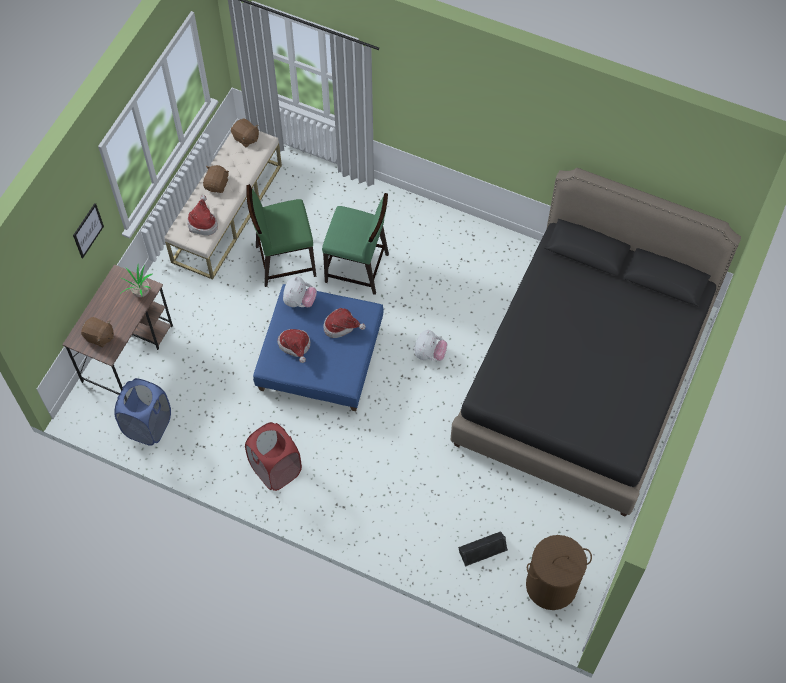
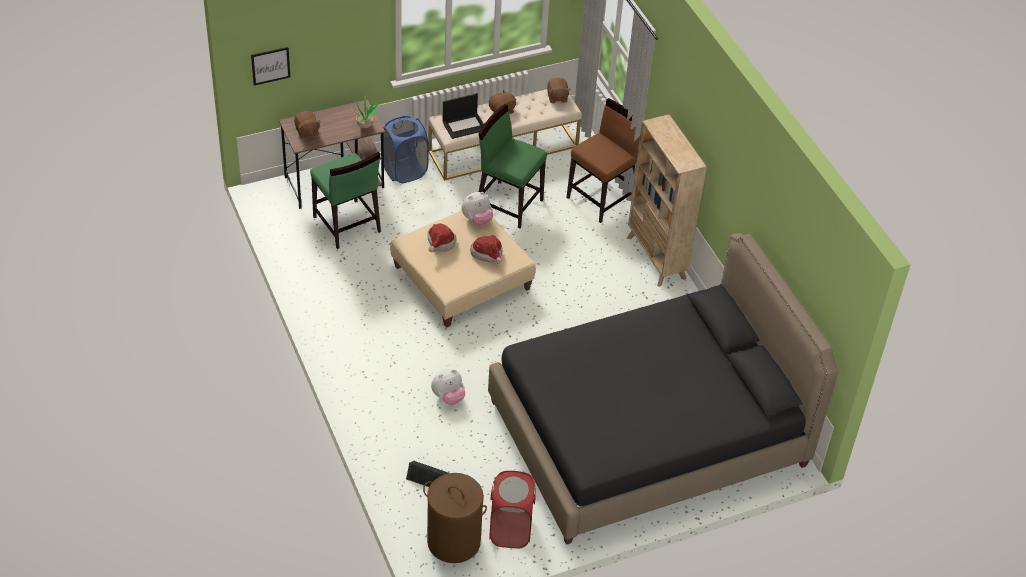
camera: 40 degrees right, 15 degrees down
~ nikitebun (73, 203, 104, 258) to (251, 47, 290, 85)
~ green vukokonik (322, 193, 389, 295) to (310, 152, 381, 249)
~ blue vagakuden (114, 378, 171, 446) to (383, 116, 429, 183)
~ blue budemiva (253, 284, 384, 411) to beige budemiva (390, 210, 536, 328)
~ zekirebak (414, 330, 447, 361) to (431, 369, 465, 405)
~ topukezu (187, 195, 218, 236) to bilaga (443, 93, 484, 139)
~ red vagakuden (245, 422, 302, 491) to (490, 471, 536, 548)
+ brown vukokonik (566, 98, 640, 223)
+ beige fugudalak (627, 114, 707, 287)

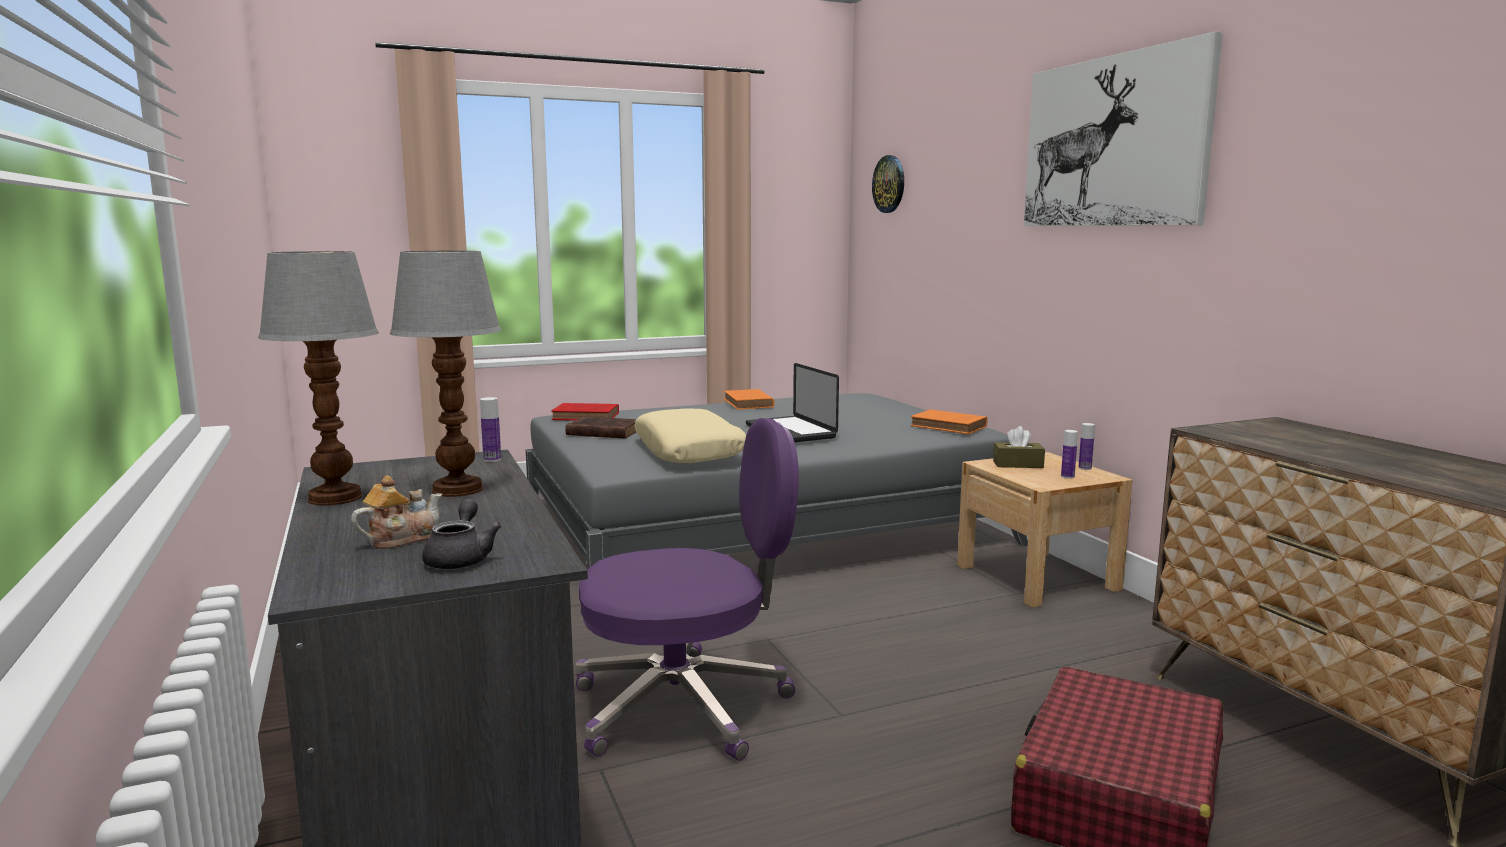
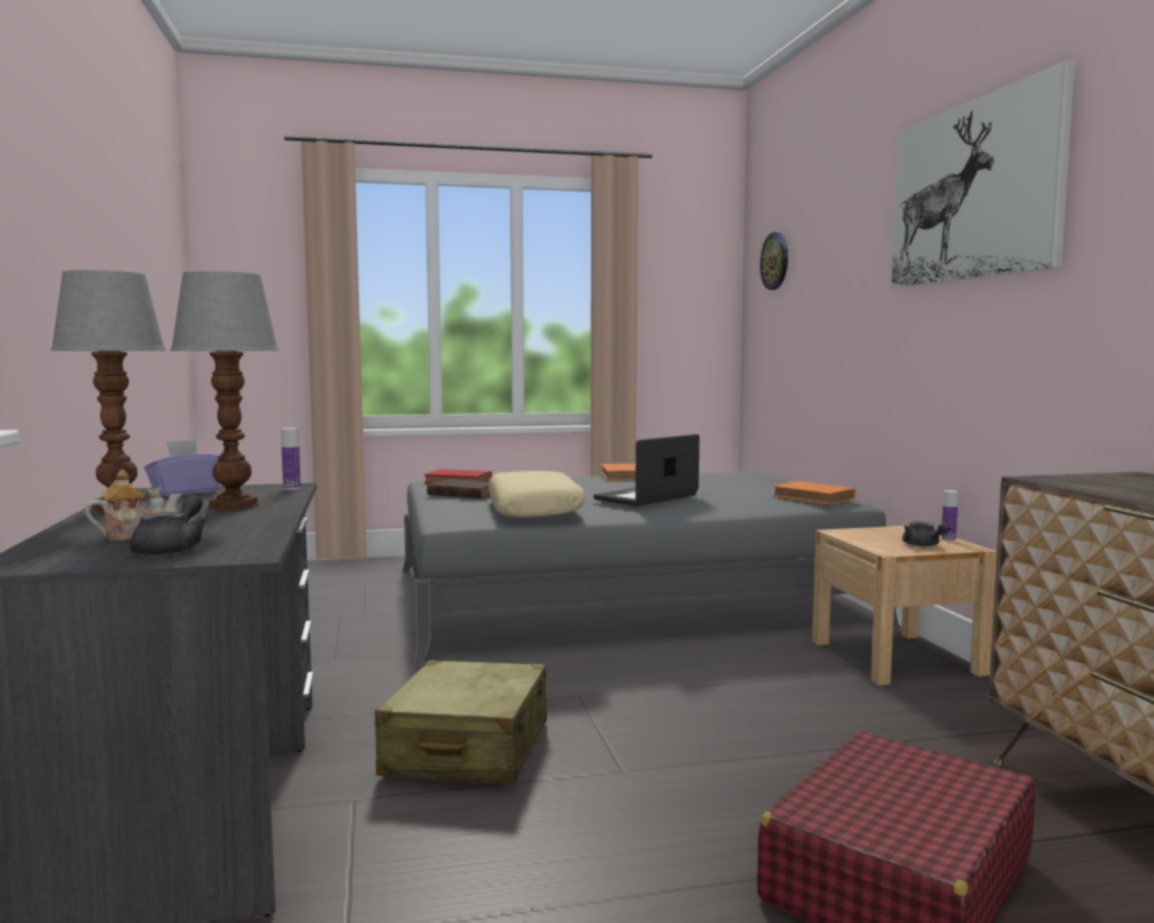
camera: 10 degrees right, 5 degrees down
+ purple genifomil (145, 440, 220, 496)
~ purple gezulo (575, 418, 799, 761) to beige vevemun (375, 660, 547, 784)
~ bilaga (746, 363, 839, 442) = (594, 434, 699, 506) 60 degrees clockwise
~ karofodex (1061, 430, 1078, 478) to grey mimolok (902, 522, 950, 547)
- brown genifomil (993, 426, 1045, 468)

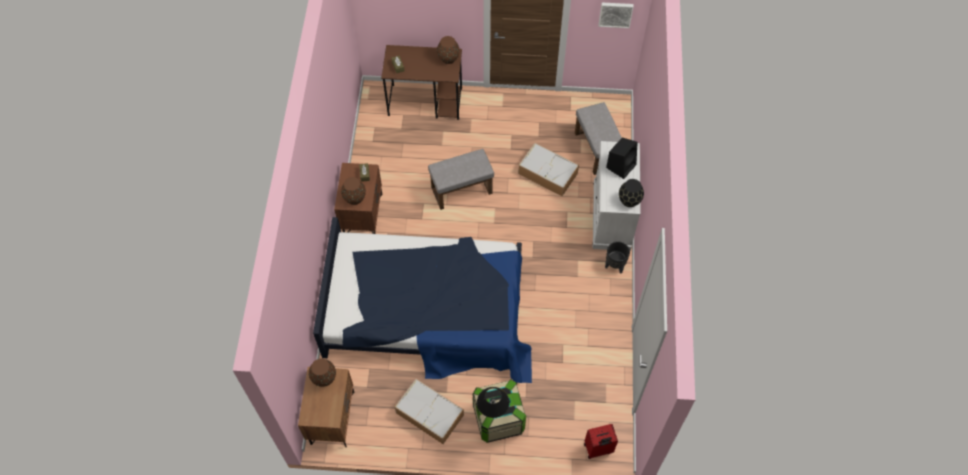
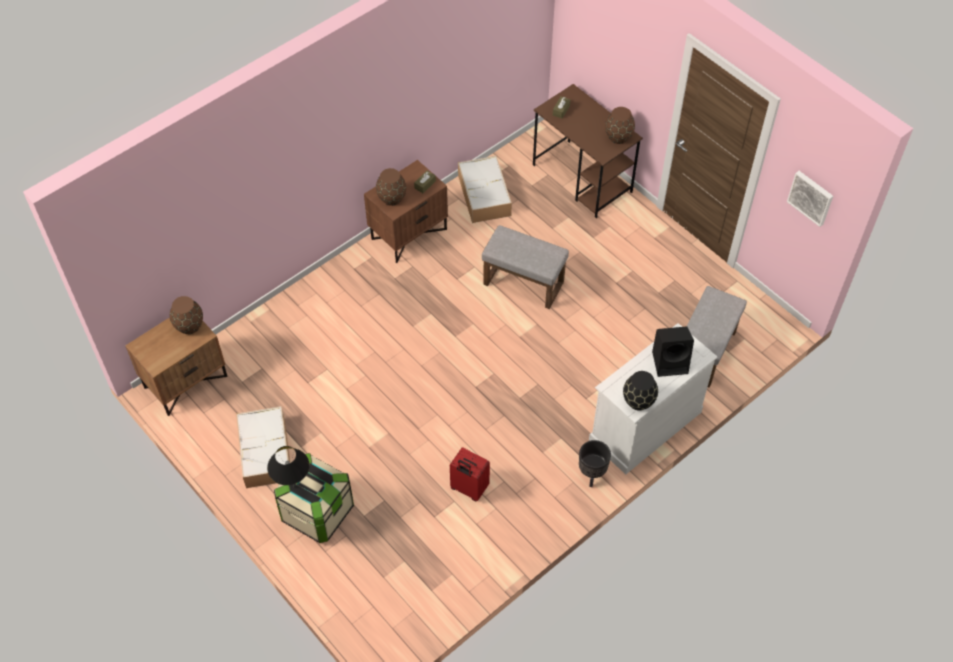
camera: 45 degrees right, 5 degrees down
~ red vevemun (584, 424, 618, 459) to (450, 447, 490, 501)
~ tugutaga (518, 143, 579, 196) to (458, 156, 512, 223)
- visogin (313, 217, 532, 383)

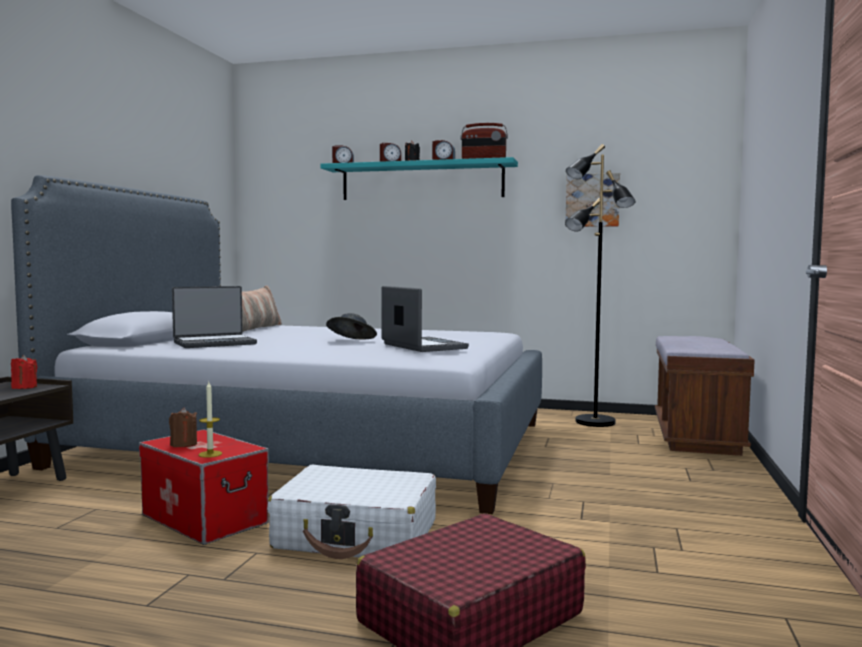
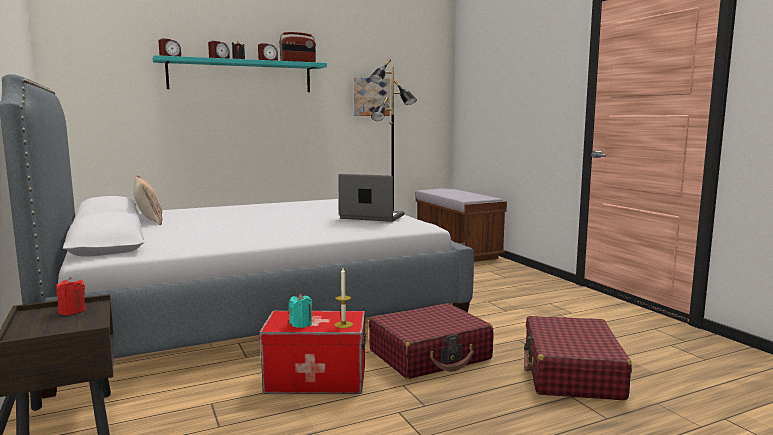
camera: 40 degrees left, 5 degrees up
~ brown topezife (169, 407, 197, 447) to turquoise topezife (289, 293, 312, 328)
~ white vevemun (267, 465, 436, 559) to red vevemun (369, 303, 493, 379)
- bilaga (172, 286, 257, 348)
- grey topukezu (326, 313, 377, 340)

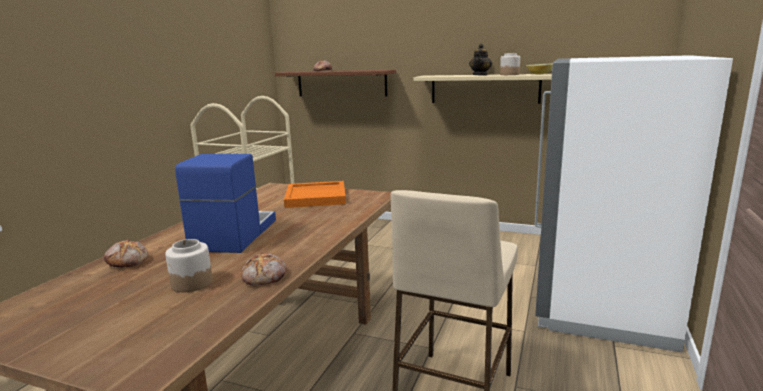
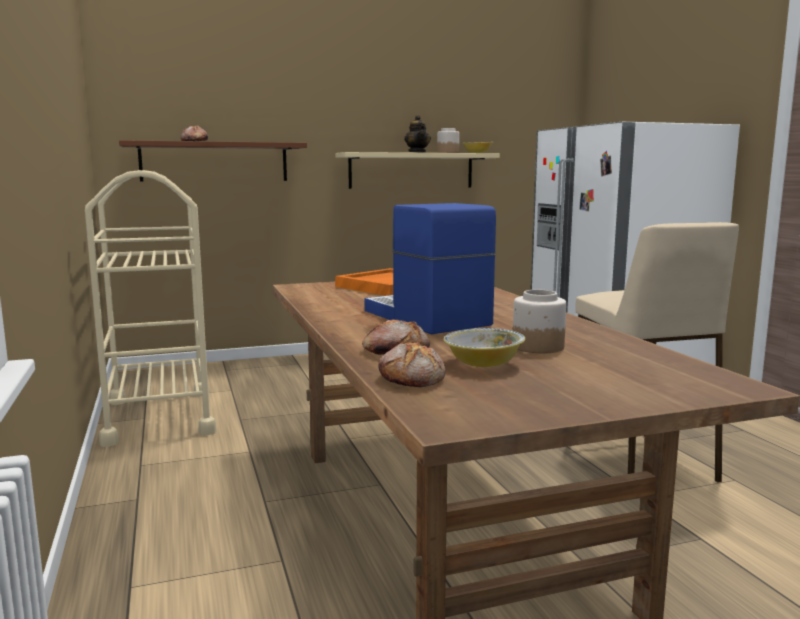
camera: 40 degrees left, 5 degrees down
~ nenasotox (241, 253, 286, 285) to (378, 342, 446, 387)
+ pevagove (444, 328, 525, 367)

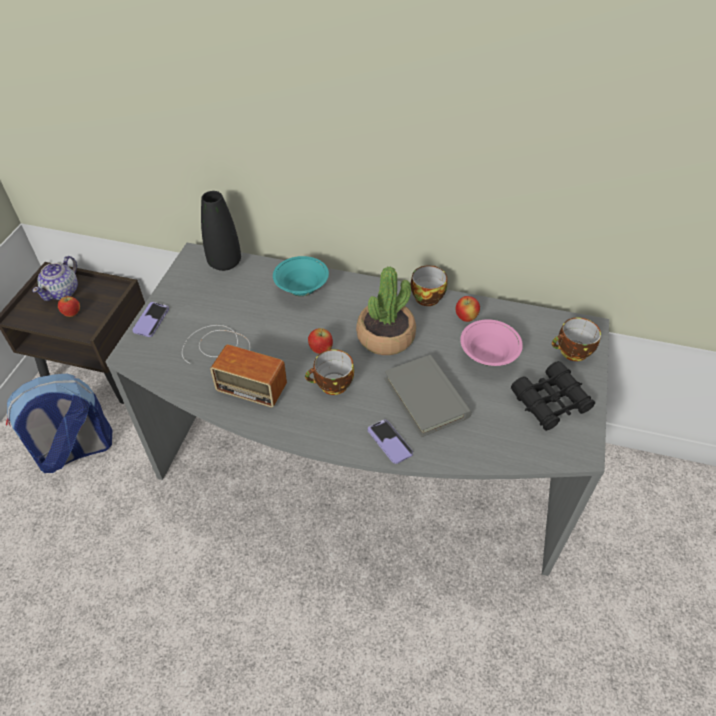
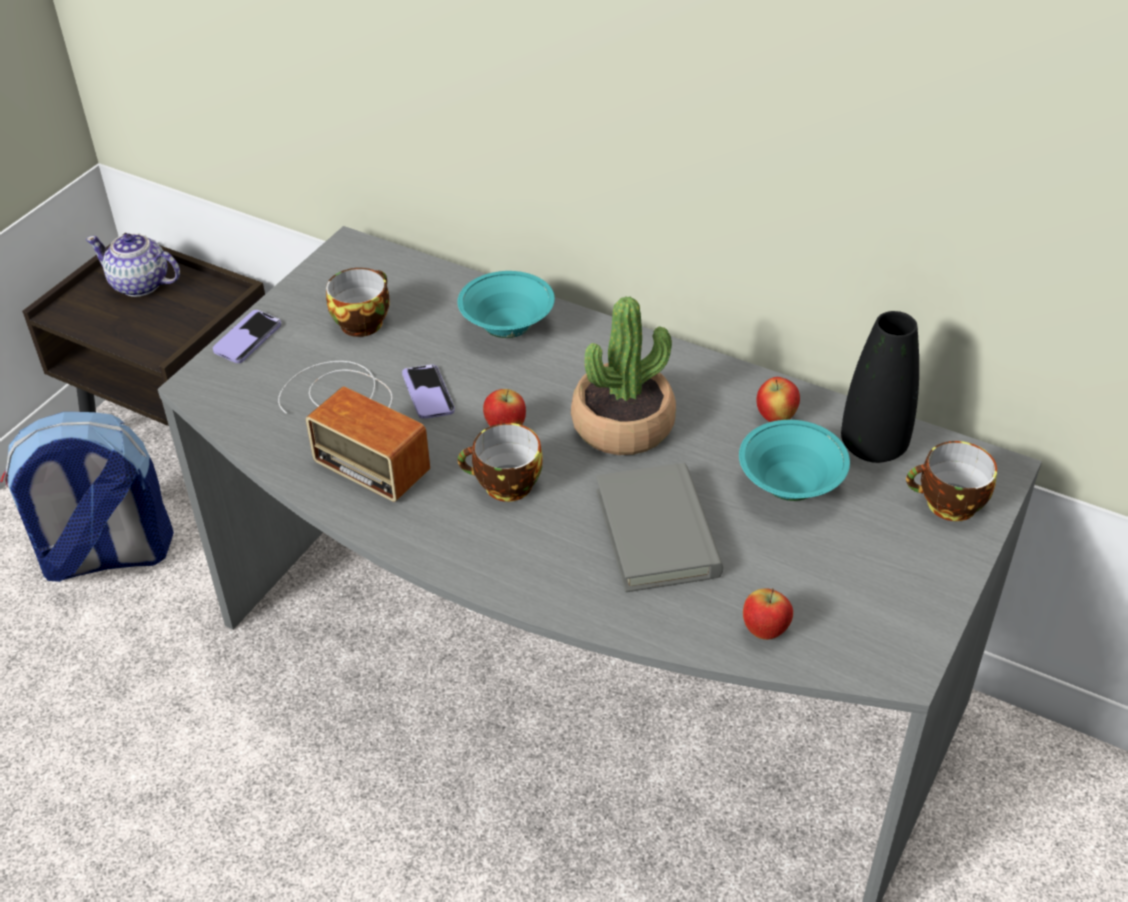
camera: 15 degrees right, 5 degrees down
~ mimolok (33, 256, 78, 301) = (86, 233, 180, 297) 75 degrees clockwise
~ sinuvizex (411, 265, 447, 306) to (326, 268, 390, 337)
~ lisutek (368, 420, 413, 464) to (402, 364, 455, 419)
~ pink pevagove (460, 319, 523, 366) to turquoise pevagove (739, 420, 850, 501)
~ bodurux (58, 295, 80, 317) to (743, 588, 793, 640)
~ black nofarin (201, 191, 241, 271) to (841, 311, 919, 463)
- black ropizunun (511, 361, 595, 431)

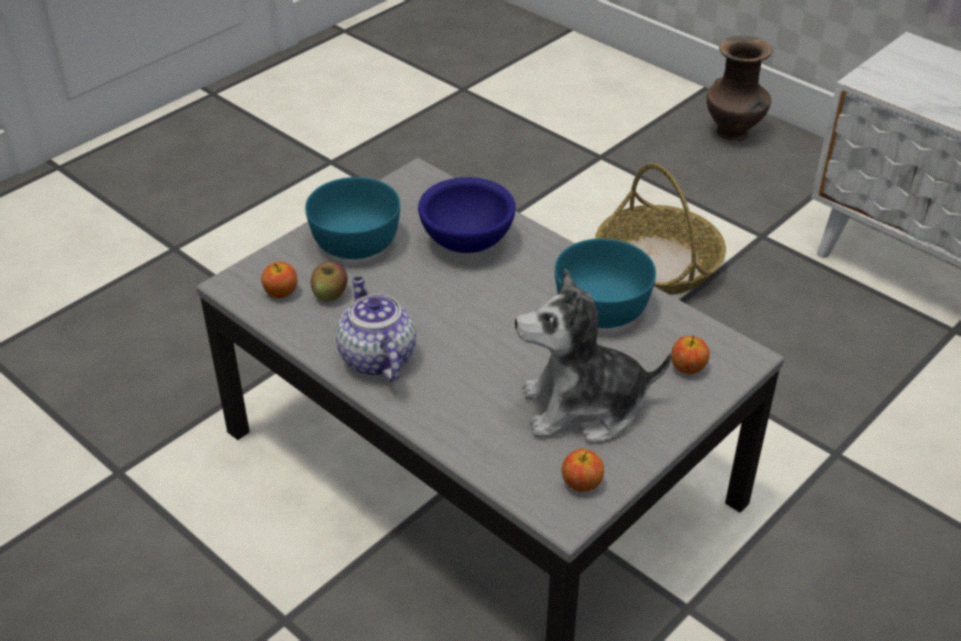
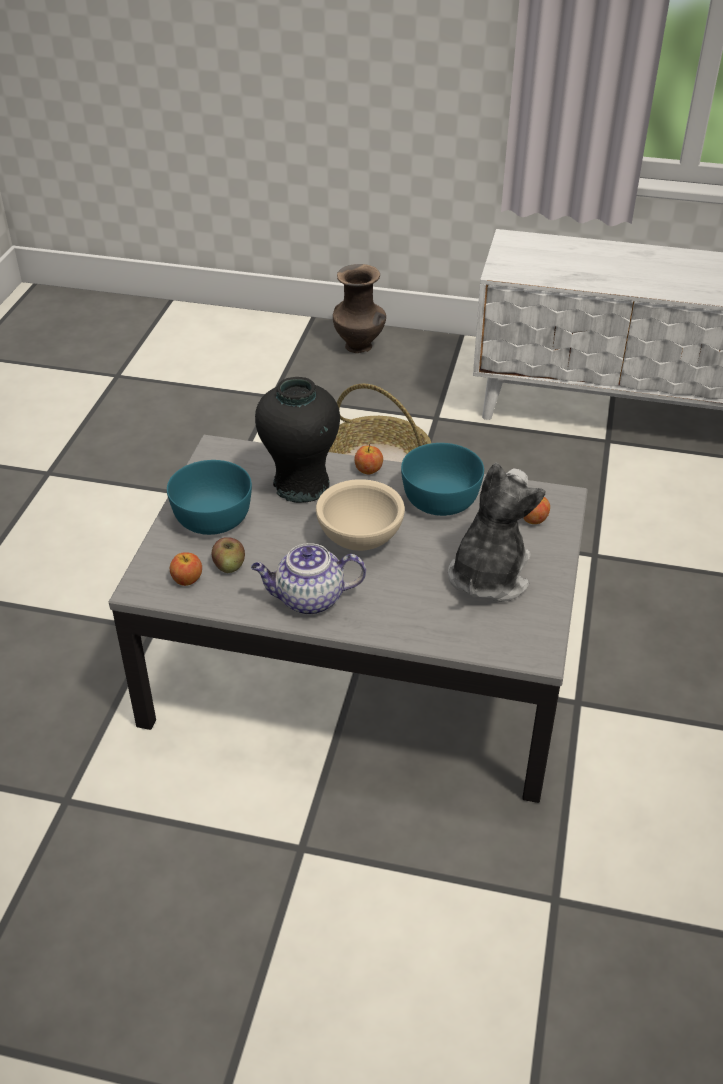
camera: 30 degrees left, 0 degrees up
~ mimolok (336, 277, 416, 382) = (251, 543, 366, 615) 45 degrees counterclockwise
~ blue pevagove (418, 177, 516, 253) to black nofarin (255, 377, 340, 503)
+ beige pevagove (316, 479, 405, 551)
~ bodurux (562, 449, 604, 492) to (354, 444, 383, 474)
~ zekirebak (515, 269, 672, 443) = (448, 463, 545, 602) 150 degrees clockwise

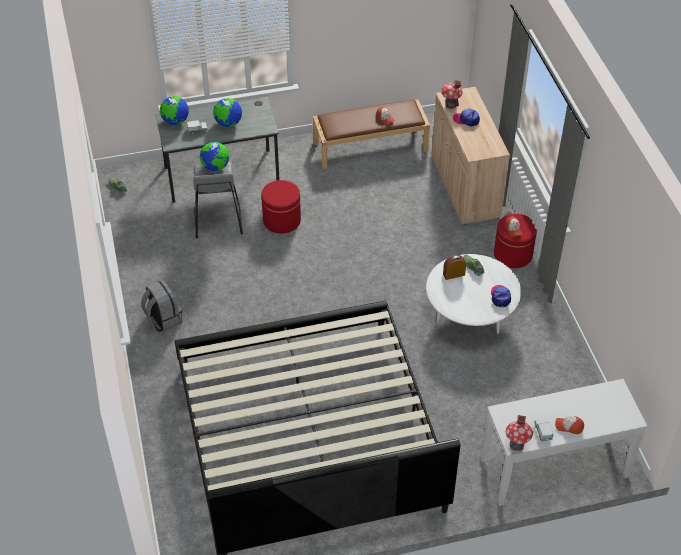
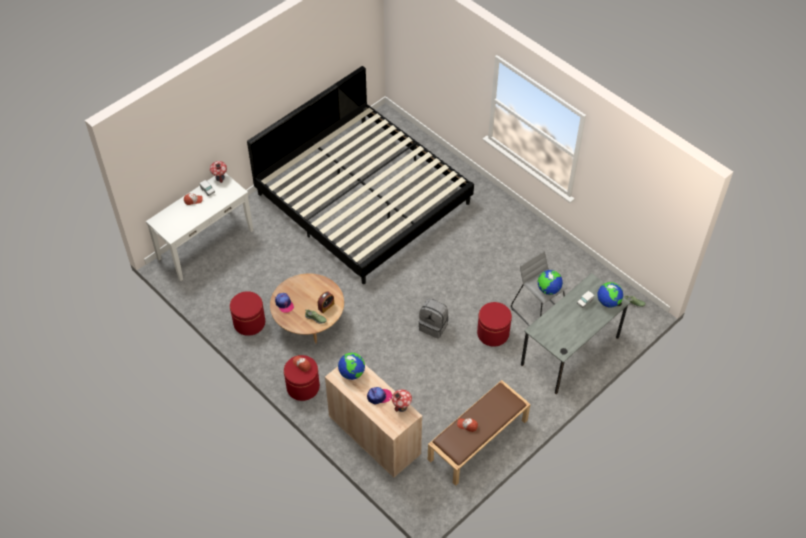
camera: 150 degrees right, 5 degrees up
+ red budemiva (230, 291, 265, 336)
~ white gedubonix (426, 254, 521, 334) to brown gedubonix (270, 273, 344, 344)
~ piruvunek (213, 98, 242, 127) to (338, 352, 365, 380)
~ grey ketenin (141, 279, 183, 332) to (419, 299, 449, 338)

